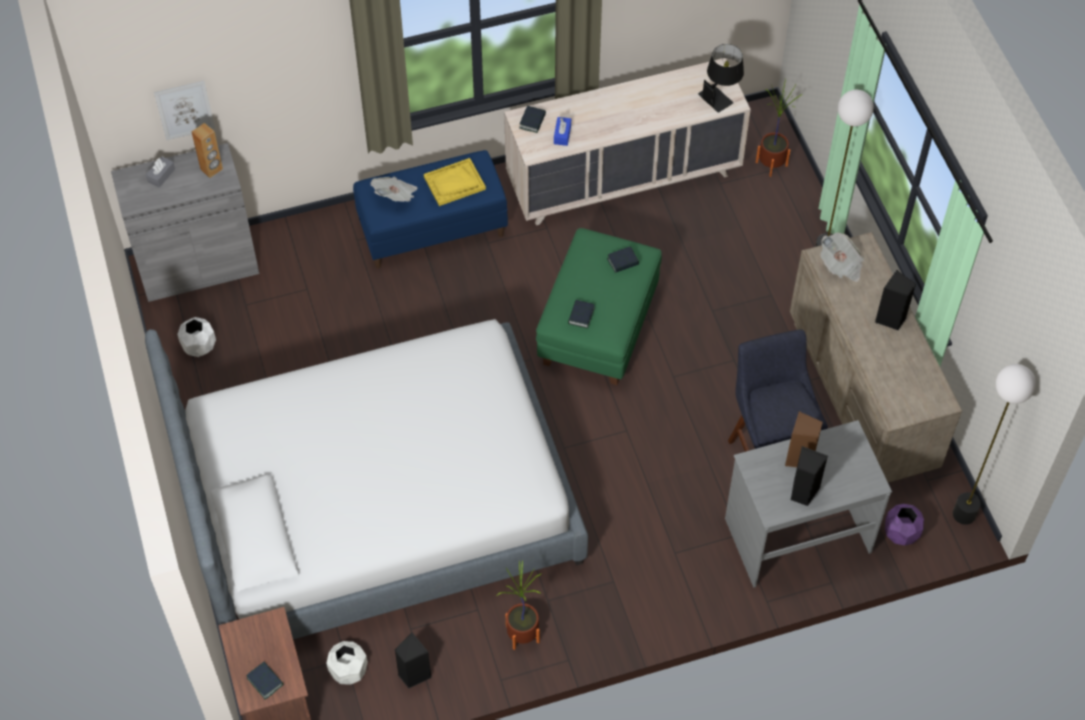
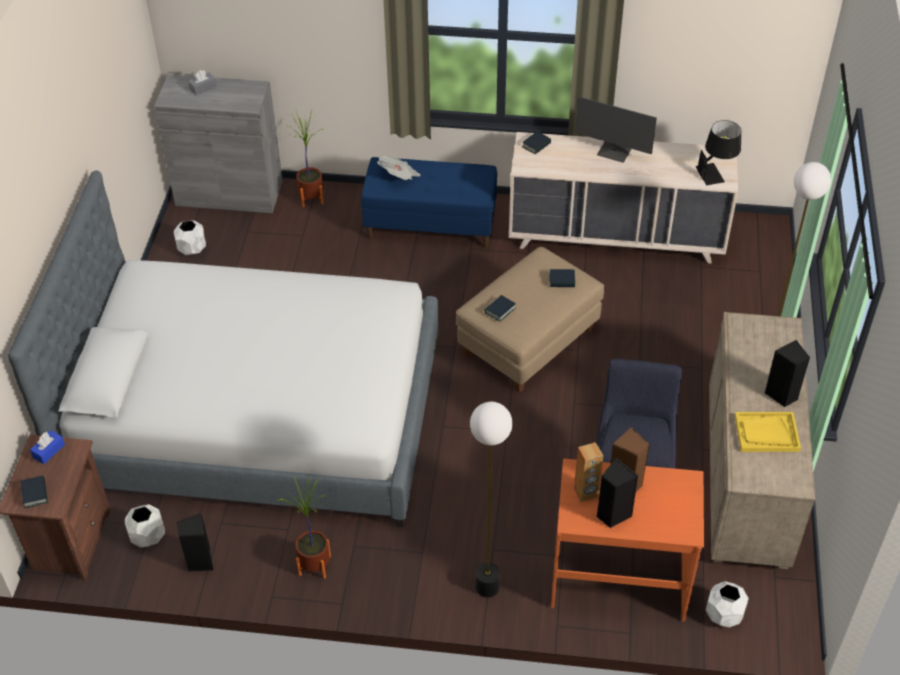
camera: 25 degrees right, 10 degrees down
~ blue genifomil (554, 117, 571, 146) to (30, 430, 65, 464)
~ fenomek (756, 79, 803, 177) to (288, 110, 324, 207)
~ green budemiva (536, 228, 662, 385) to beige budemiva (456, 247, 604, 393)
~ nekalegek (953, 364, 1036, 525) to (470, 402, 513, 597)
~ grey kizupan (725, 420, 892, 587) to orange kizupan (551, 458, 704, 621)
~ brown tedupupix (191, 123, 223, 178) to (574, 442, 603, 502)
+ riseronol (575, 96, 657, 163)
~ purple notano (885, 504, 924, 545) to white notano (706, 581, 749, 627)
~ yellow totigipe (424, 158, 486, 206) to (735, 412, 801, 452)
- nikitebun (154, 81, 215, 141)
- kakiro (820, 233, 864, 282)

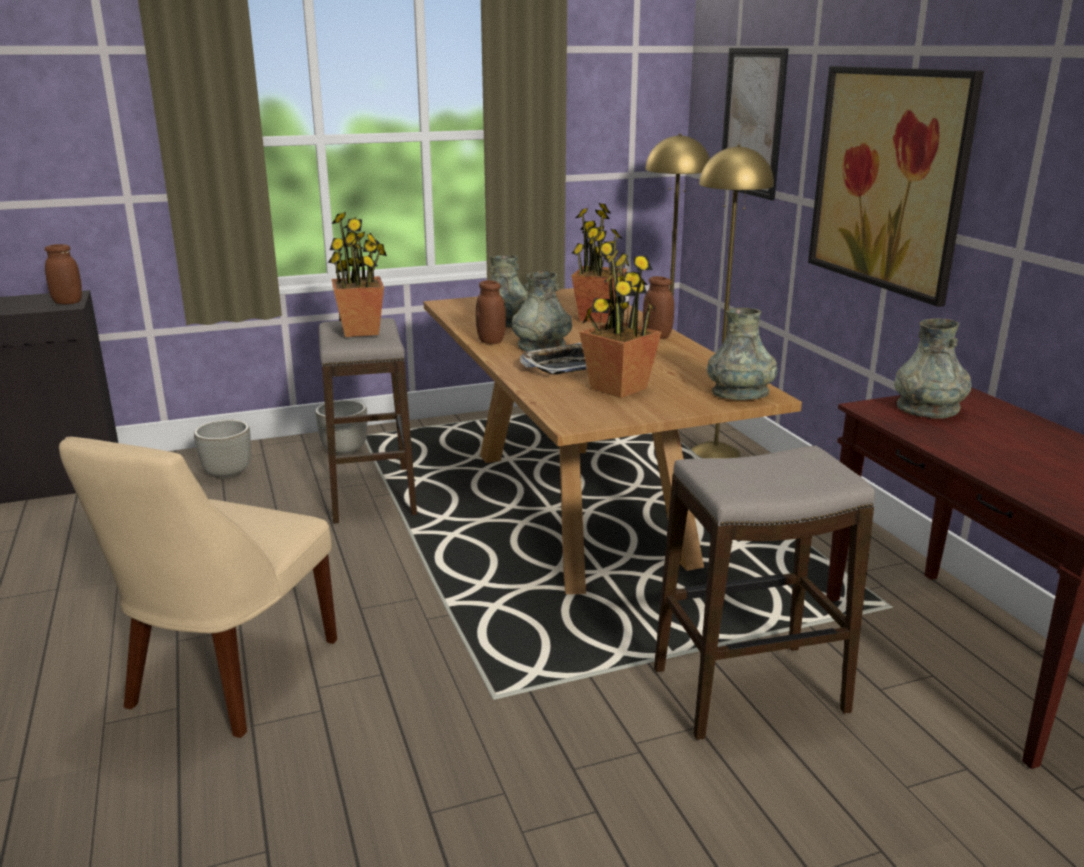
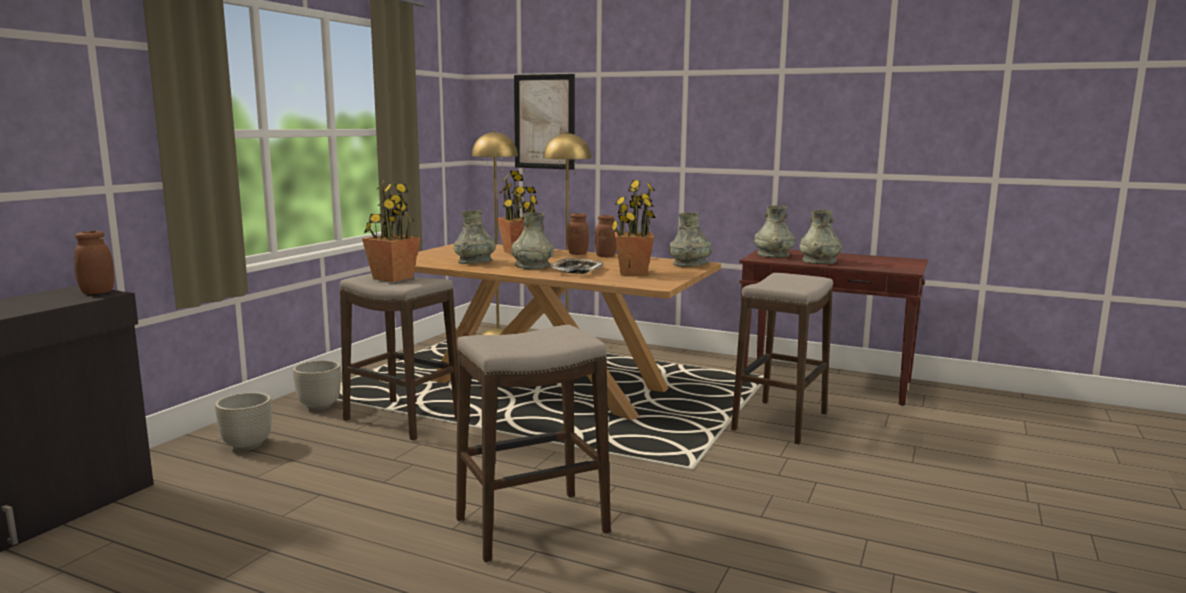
camera: 45 degrees left, 10 degrees down
~ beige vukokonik (59, 437, 337, 738) to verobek (456, 325, 611, 562)
~ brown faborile (476, 280, 506, 344) to (595, 215, 617, 257)
+ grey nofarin (799, 210, 842, 264)
- nikitebun (808, 66, 984, 307)

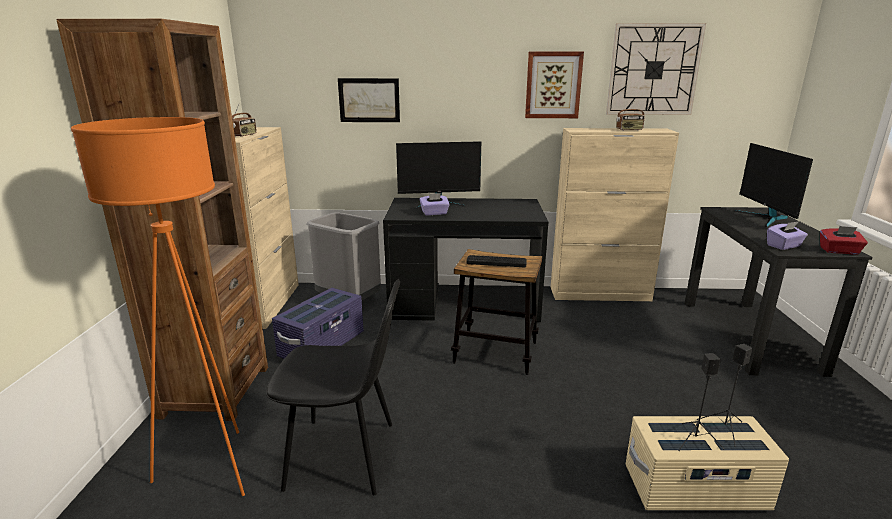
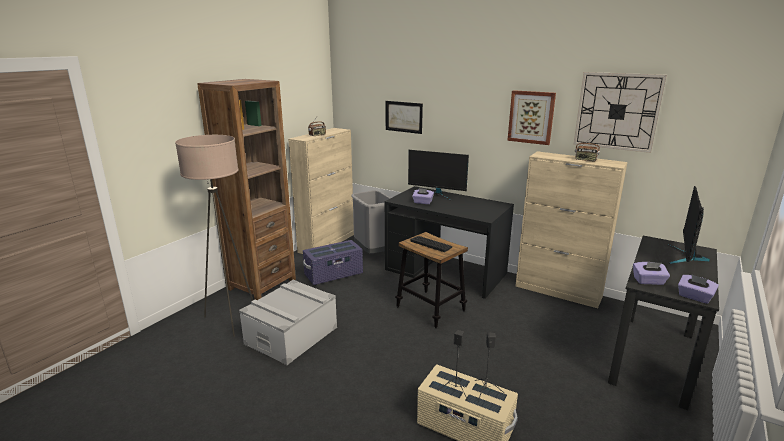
camera: 30 degrees right, 0 degrees up
~ orange nekalegek (71, 117, 245, 496) to beige nekalegek (175, 135, 253, 337)
~ black vukokonik (266, 279, 400, 496) to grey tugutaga (239, 280, 337, 365)
~ red genifomil (820, 226, 868, 254) to purple genifomil (678, 275, 719, 304)

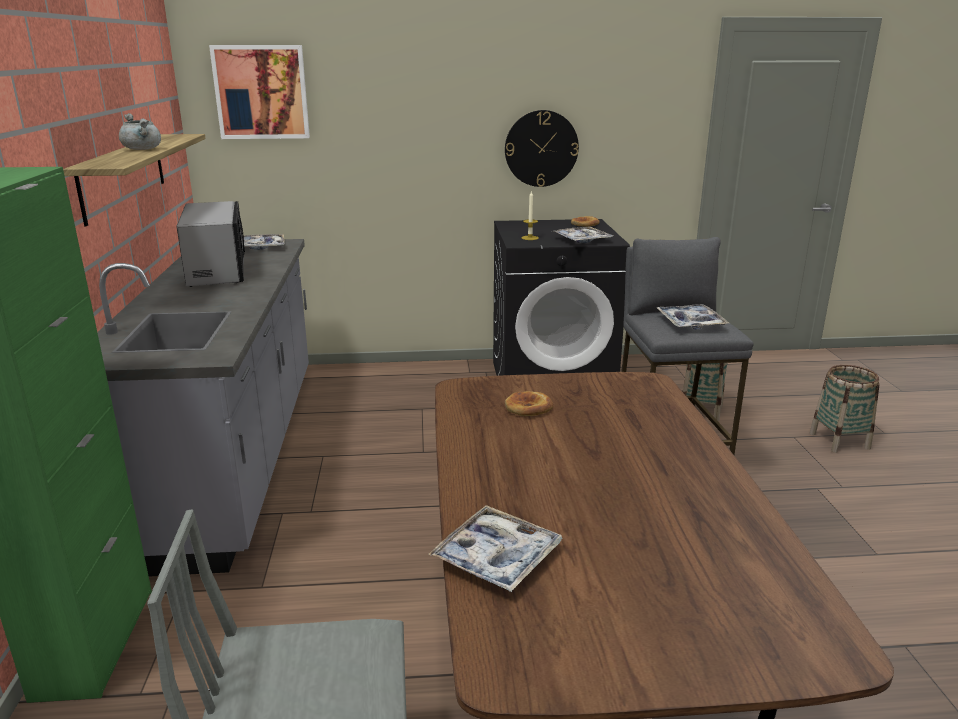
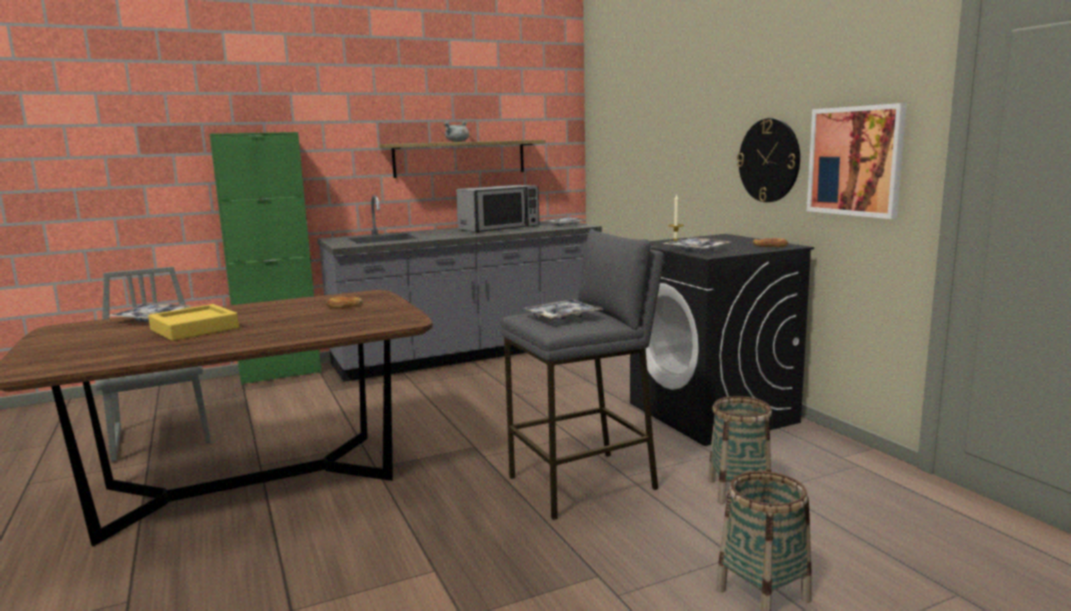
camera: 70 degrees right, 10 degrees down
+ yellow totigipe (148, 304, 239, 341)
~ nikitebun (209, 45, 310, 139) to (807, 103, 907, 219)

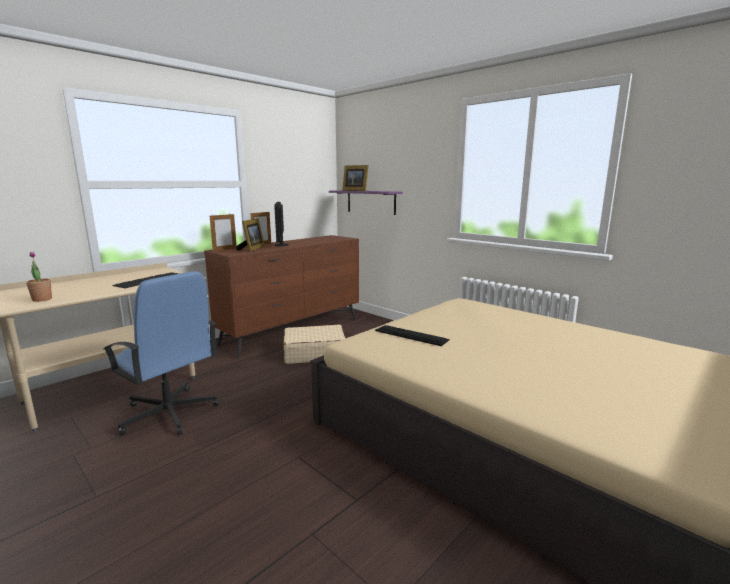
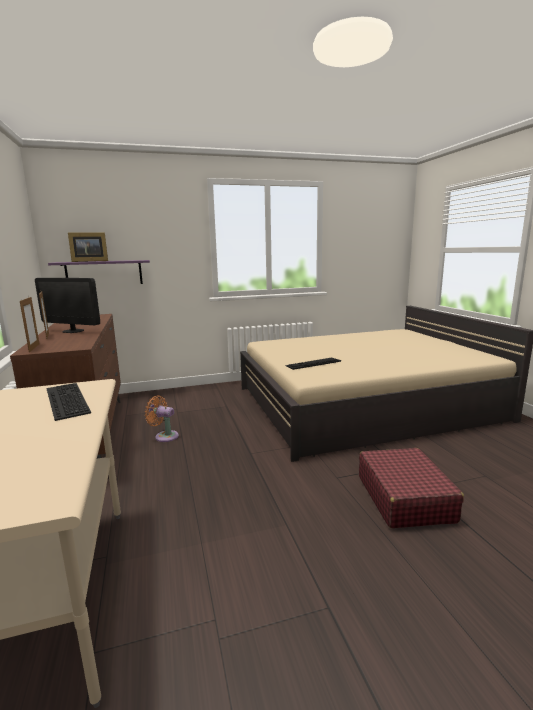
camera: 60 degrees left, 0 degrees up
~ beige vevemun (284, 325, 345, 364) to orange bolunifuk (145, 395, 179, 442)
+ red vevemun (359, 448, 464, 528)
- fenomek (26, 252, 52, 302)
- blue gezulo (103, 271, 219, 435)
- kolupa (236, 218, 265, 252)

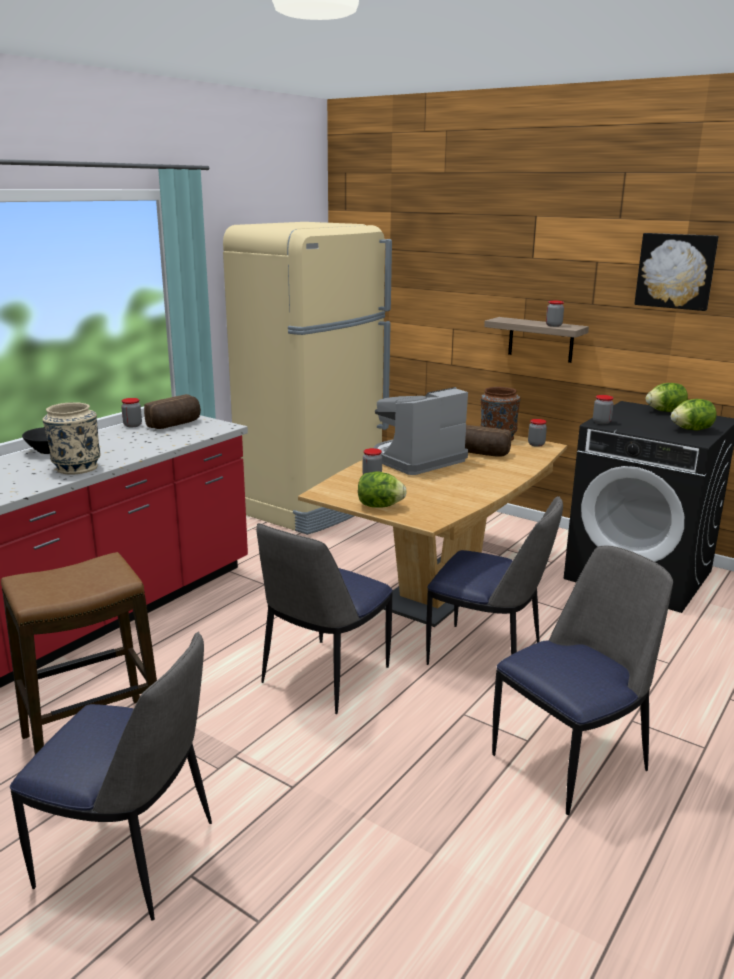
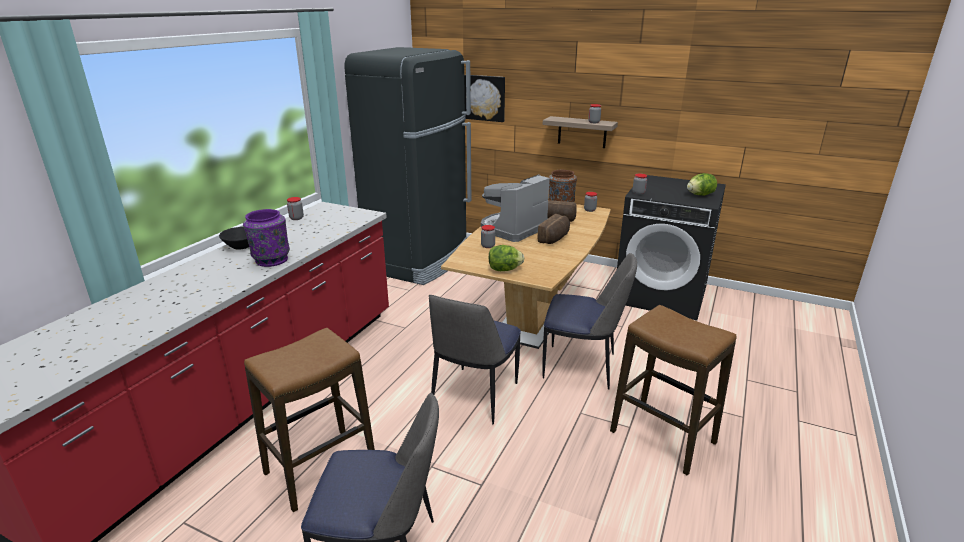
camera: 10 degrees left, 5 degrees up
~ beige nofarin (42, 402, 101, 475) to purple nofarin (243, 209, 290, 267)
~ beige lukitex (223, 222, 392, 535) to black lukitex (345, 47, 471, 285)
~ nikitebun (634, 233, 719, 311) to (464, 75, 505, 122)
~ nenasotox (144, 394, 201, 429) to (538, 214, 570, 244)
~ vukokonik (492, 545, 673, 815) to verobek (610, 305, 736, 475)
- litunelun (646, 383, 688, 412)

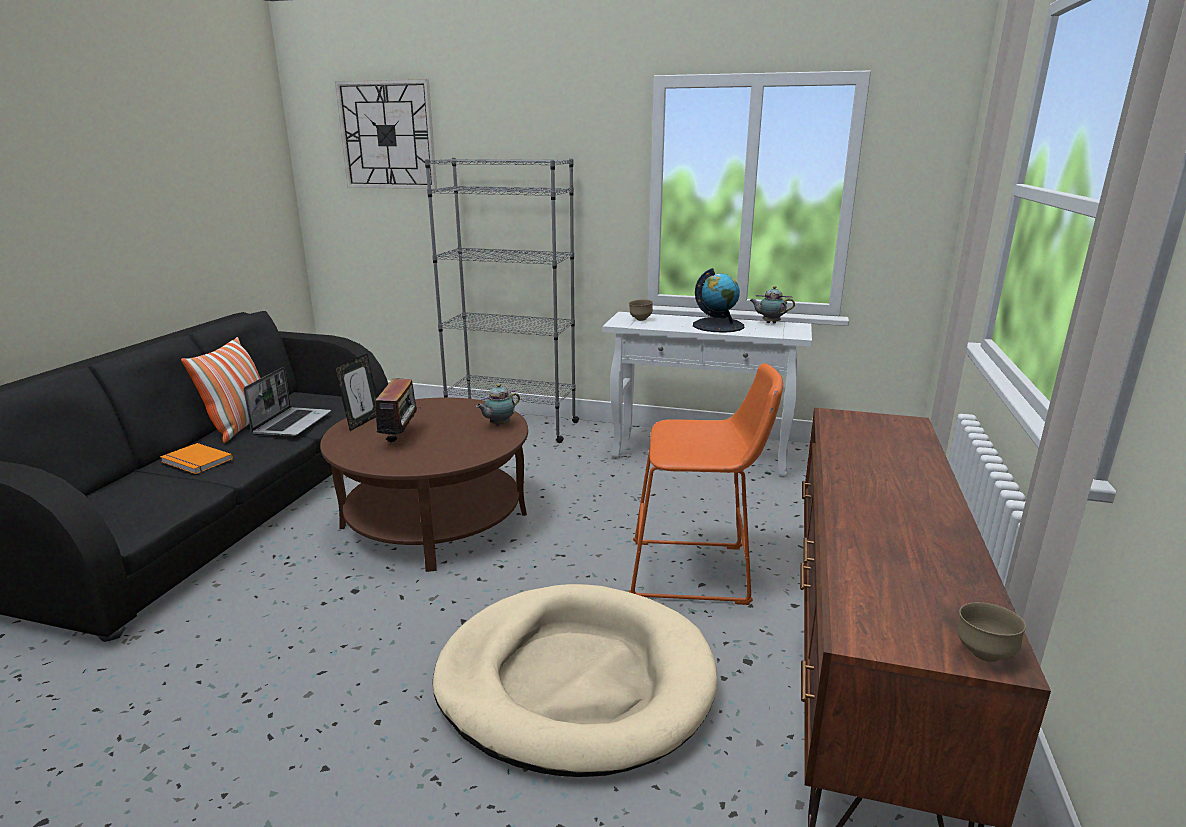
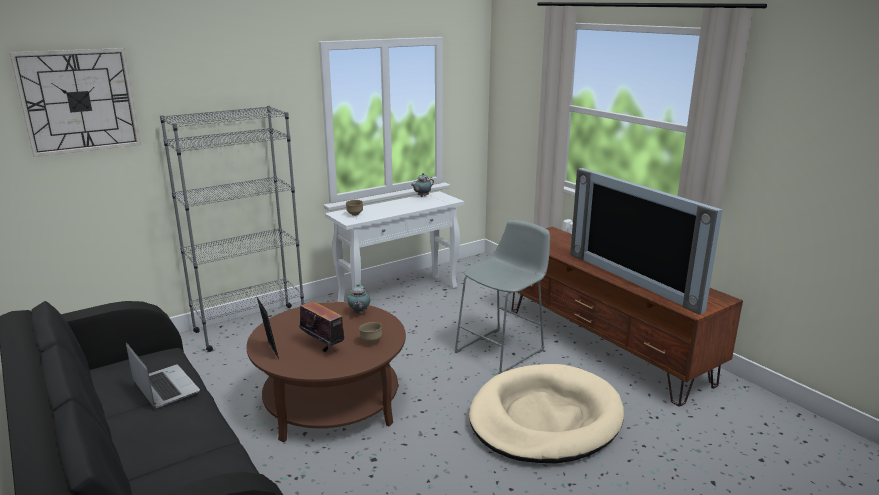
camera: 50 degrees left, 0 degrees up
~ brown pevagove (958, 602, 1026, 662) to (359, 322, 382, 344)
~ orange verobek (629, 363, 783, 605) to grey verobek (454, 219, 550, 374)
+ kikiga (570, 168, 723, 315)
- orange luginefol (160, 443, 233, 474)
- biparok (181, 337, 260, 443)
- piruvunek (693, 268, 744, 333)

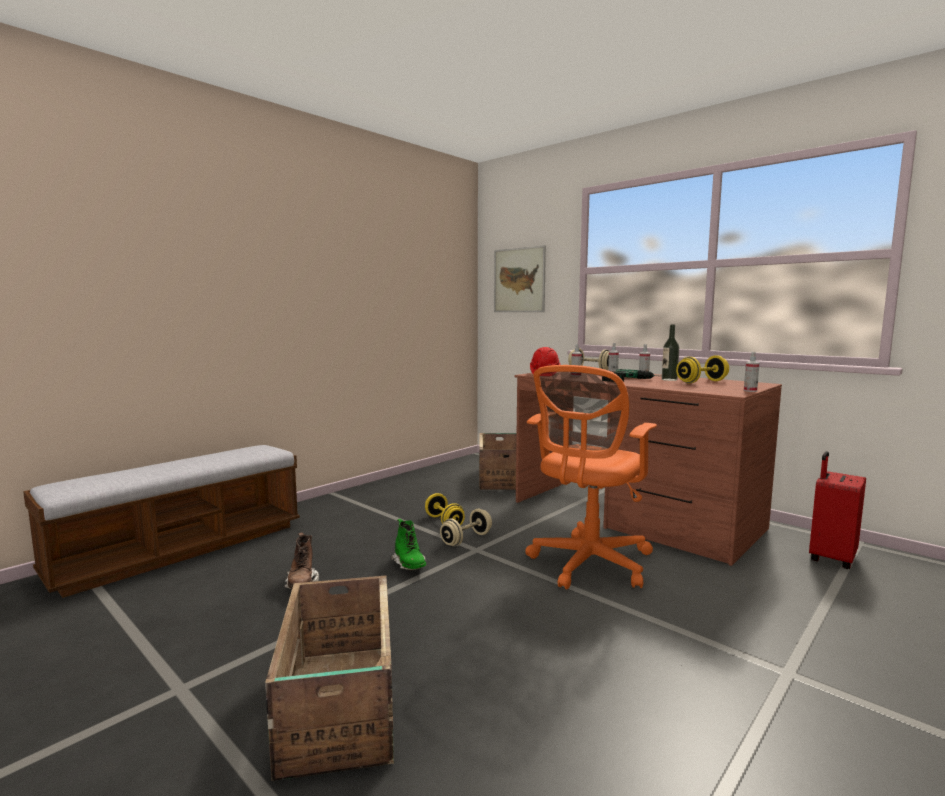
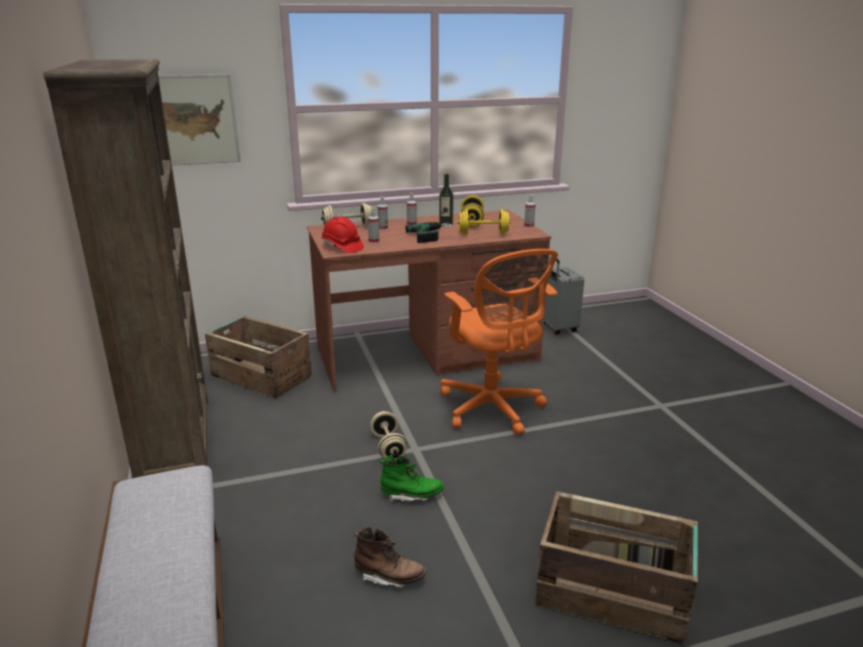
camera: 60 degrees left, 15 degrees up
+ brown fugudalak (43, 59, 208, 478)
~ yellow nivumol (425, 493, 465, 526) to (457, 210, 511, 235)
~ red vevemun (809, 451, 866, 569) to grey vevemun (544, 256, 584, 334)

